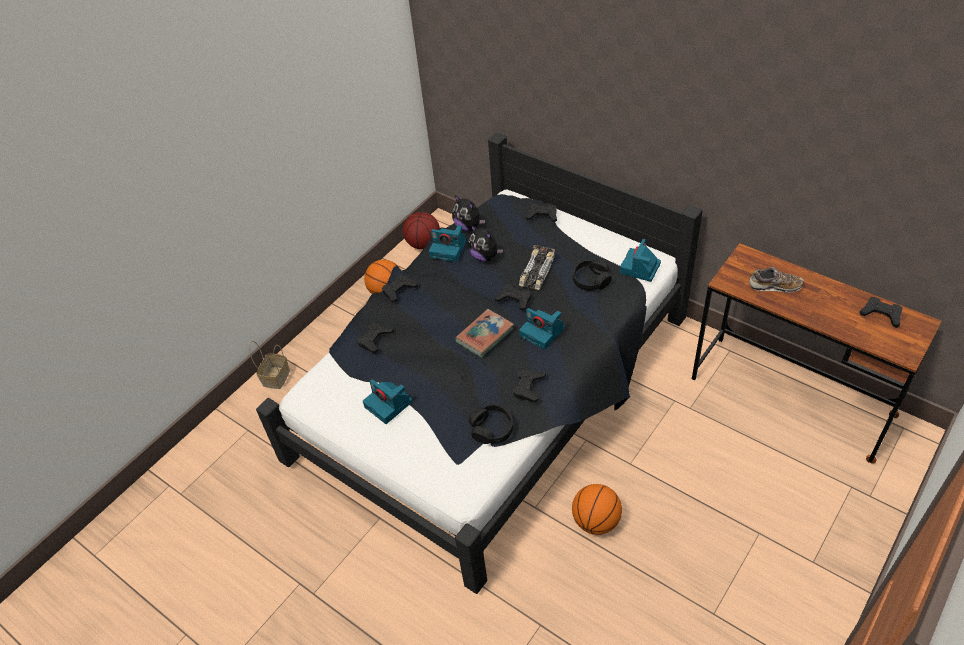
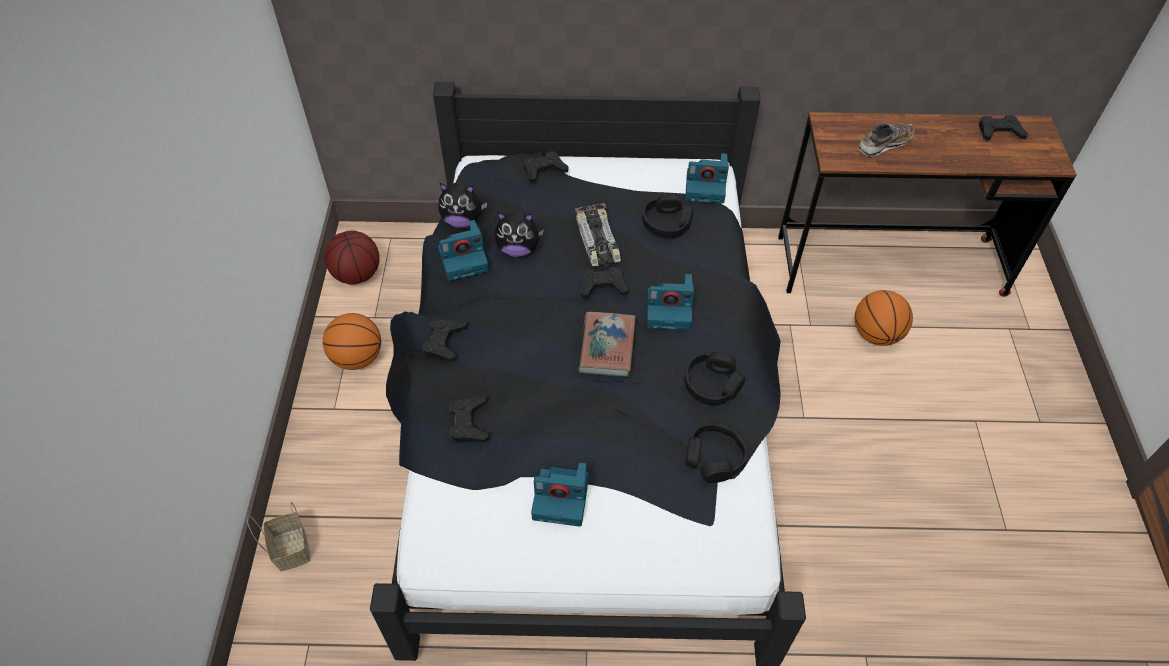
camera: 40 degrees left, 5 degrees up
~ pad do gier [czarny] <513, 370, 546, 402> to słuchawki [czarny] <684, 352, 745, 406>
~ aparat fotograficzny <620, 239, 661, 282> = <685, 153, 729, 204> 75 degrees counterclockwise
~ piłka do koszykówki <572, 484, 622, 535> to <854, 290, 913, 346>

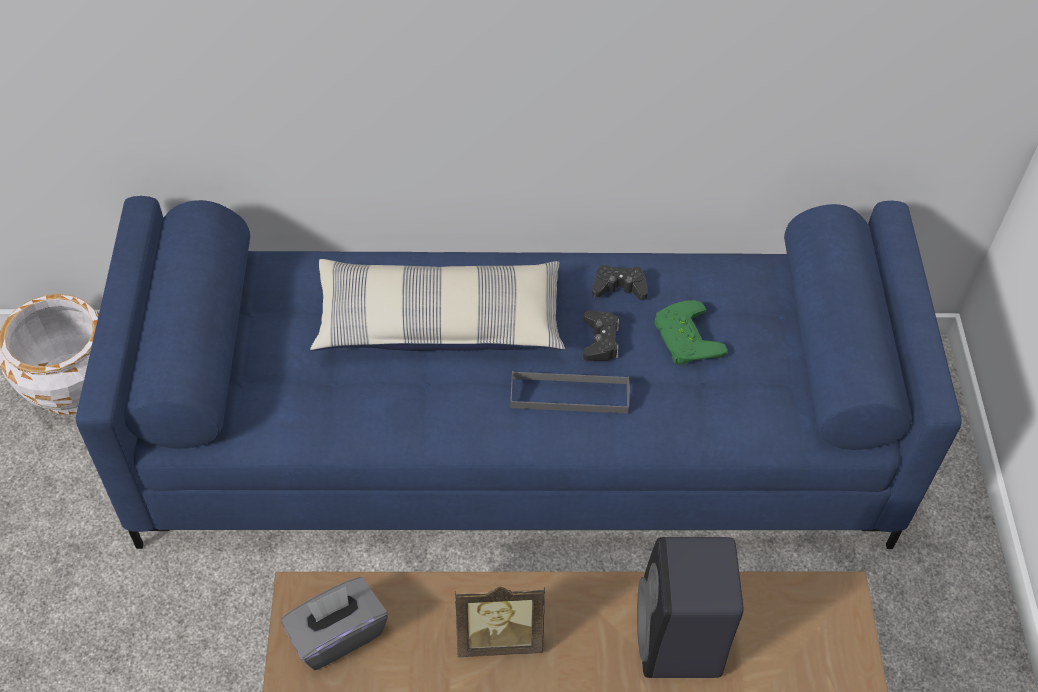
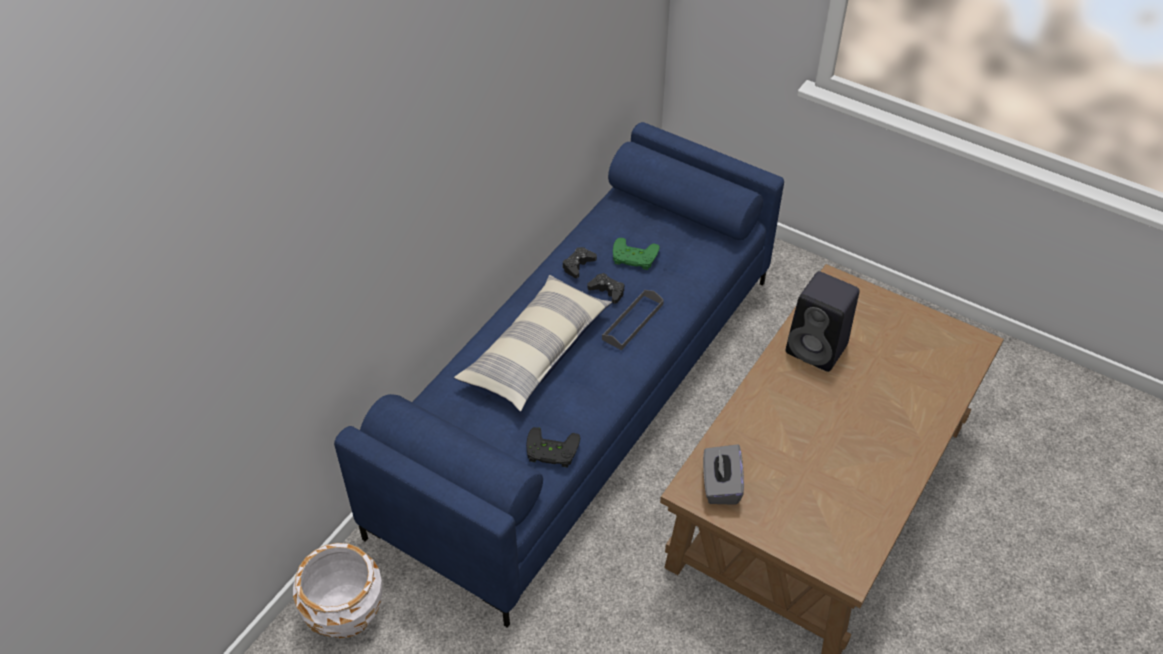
camera: 55 degrees left, 5 degrees down
+ pad do gier [czarny] <526, 427, 580, 467>
- ramka na zdjęcie <455, 587, 545, 657>

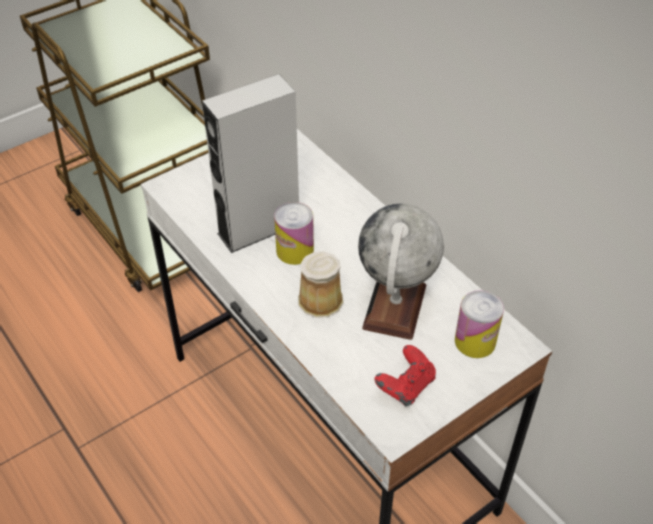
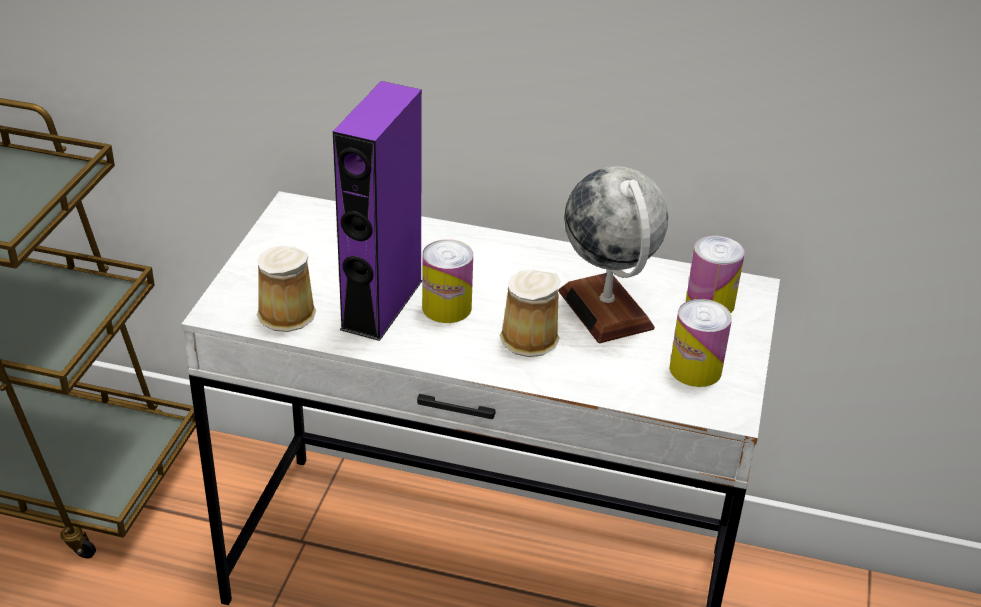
camera: 40 degrees left, 10 degrees down
+ kubek <257, 246, 316, 332>
~ głośnik [szary] <202, 74, 299, 253> to głośnik [fioletowy] <333, 81, 422, 341>
~ pad do gier [czerwony] <374, 345, 436, 406> to puszka <670, 299, 732, 387>

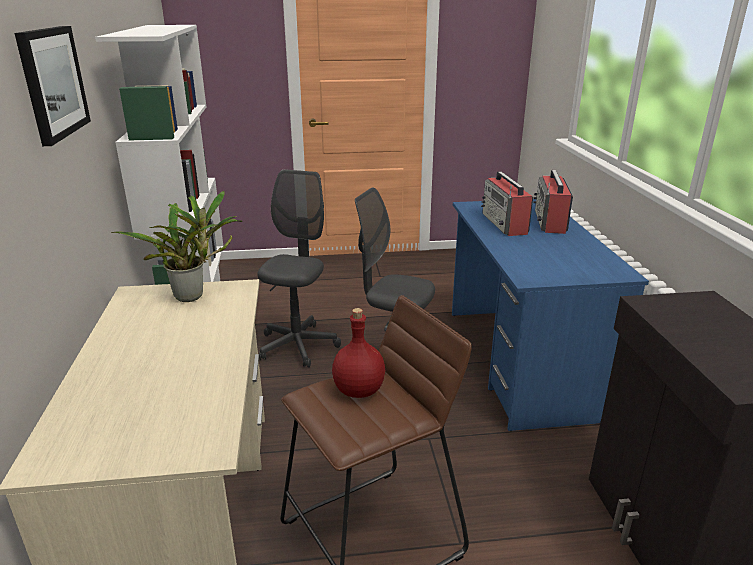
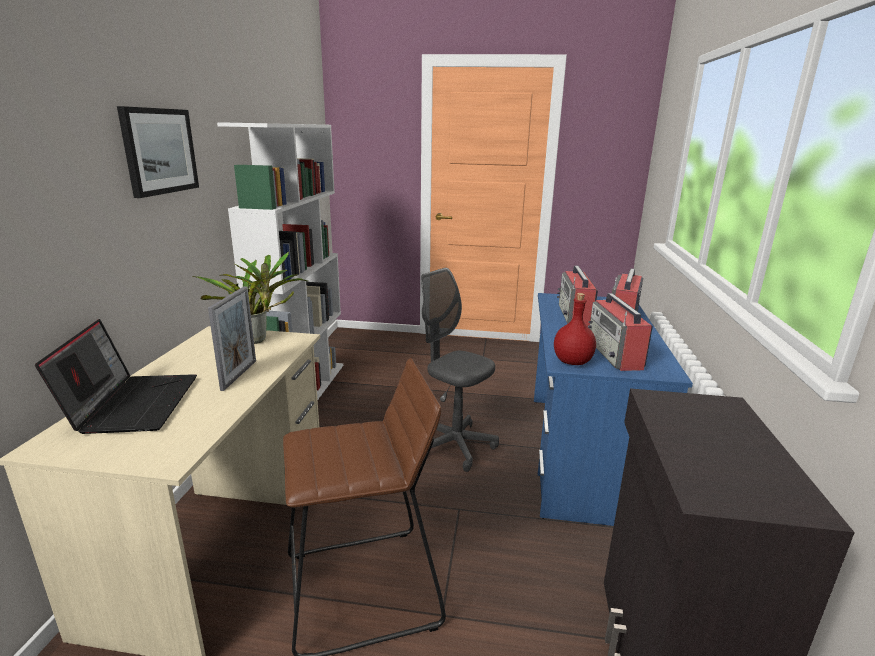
camera: 15 degrees right, 5 degrees down
+ laptop <35, 319, 197, 434>
+ ramka na zdjęcie <208, 286, 256, 391>
~ butelka [czerwony] <332, 308, 385, 398> to <554, 293, 596, 365>
+ radio <588, 293, 653, 371>
- krzesło biurowe [szary] <257, 169, 341, 368>

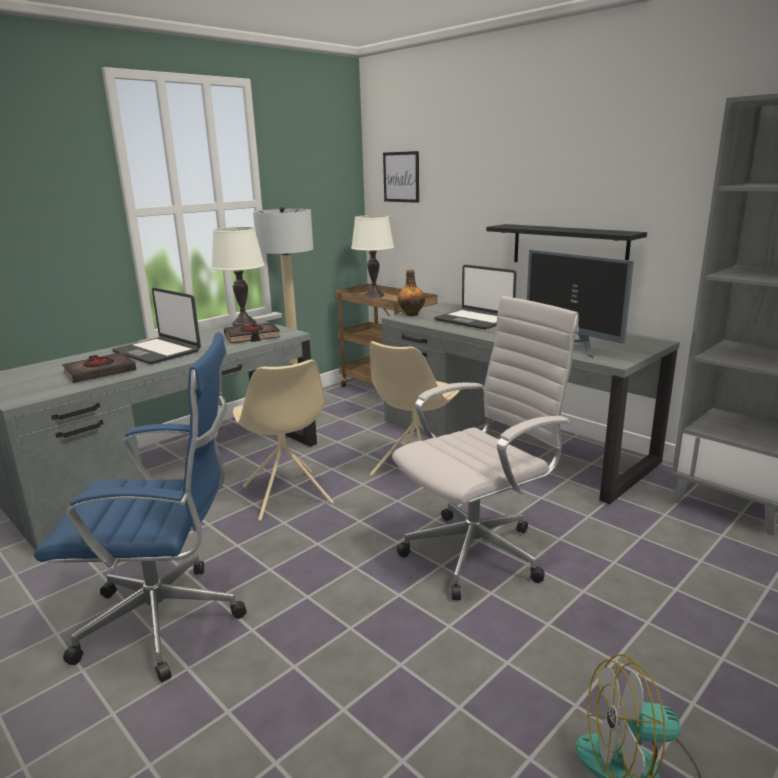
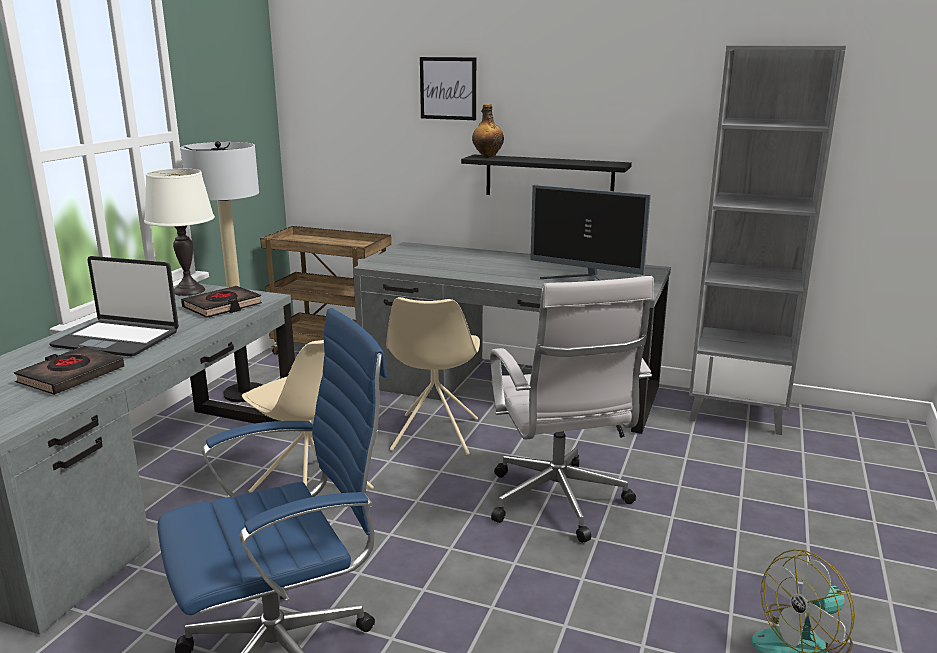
camera: 25 degrees left, 0 degrees up
~ obraz <383, 151, 419, 203> to <420, 57, 476, 120>
~ butelka <398, 270, 425, 316> to <472, 104, 504, 158>
~ krzesło biurowe [biały] <392, 296, 579, 600> = <490, 276, 654, 543> 135 degrees clockwise
- lampa stołowa [biały] <351, 215, 394, 298>
- laptop <434, 265, 517, 330>

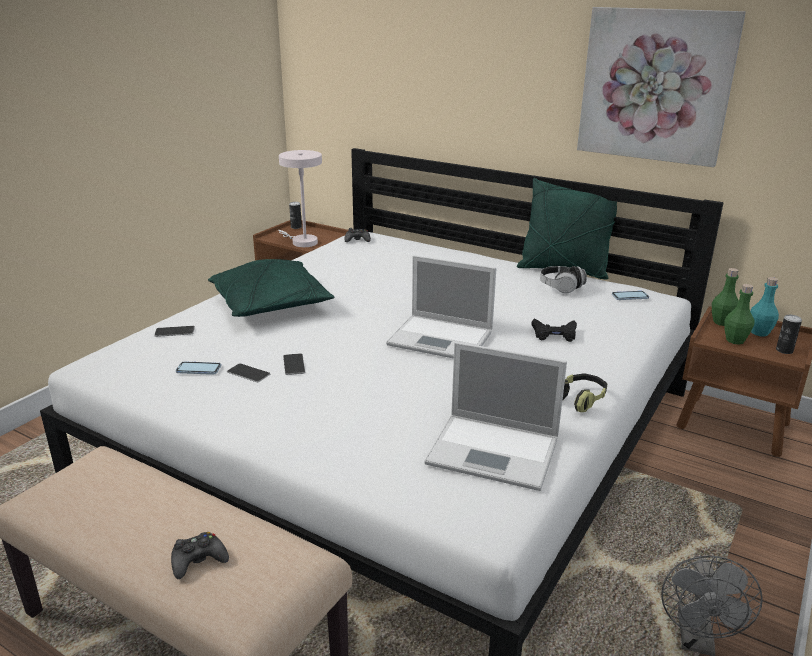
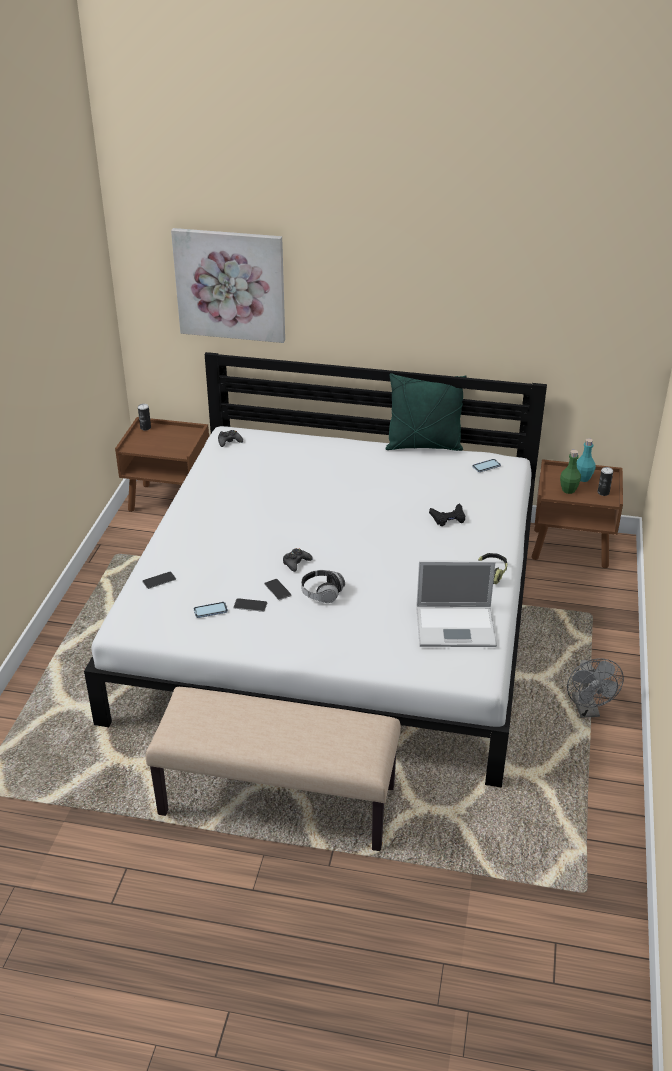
camera: 20 degrees left, 10 degrees up
~ obraz <577, 7, 746, 167> to <171, 228, 285, 343>
~ pad do gier [czarny] <171, 532, 229, 579> to <283, 548, 313, 572>
~ słuchawki <540, 266, 587, 293> to <301, 570, 345, 603>
- poduszka [zielony] <208, 259, 335, 317>
- lampa stołowa [biały] <278, 150, 322, 247>
- laptop <386, 255, 496, 359>
- butelka [zielony] <712, 268, 739, 326>

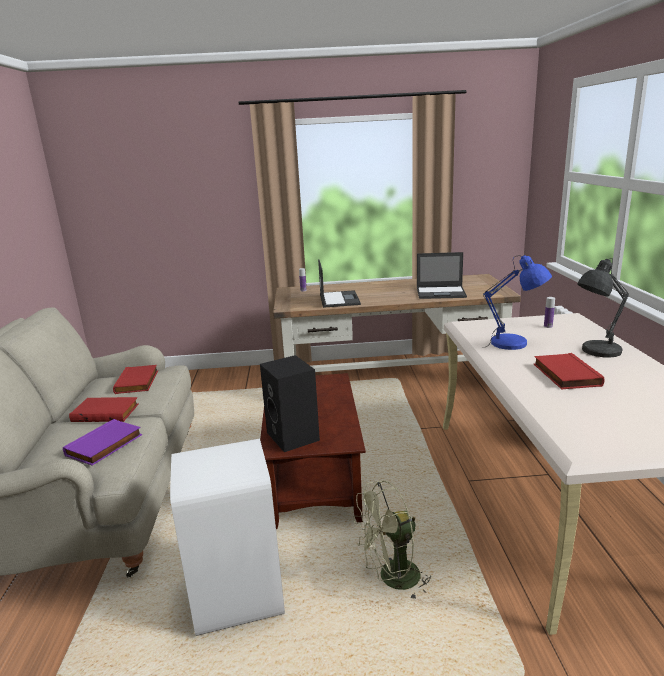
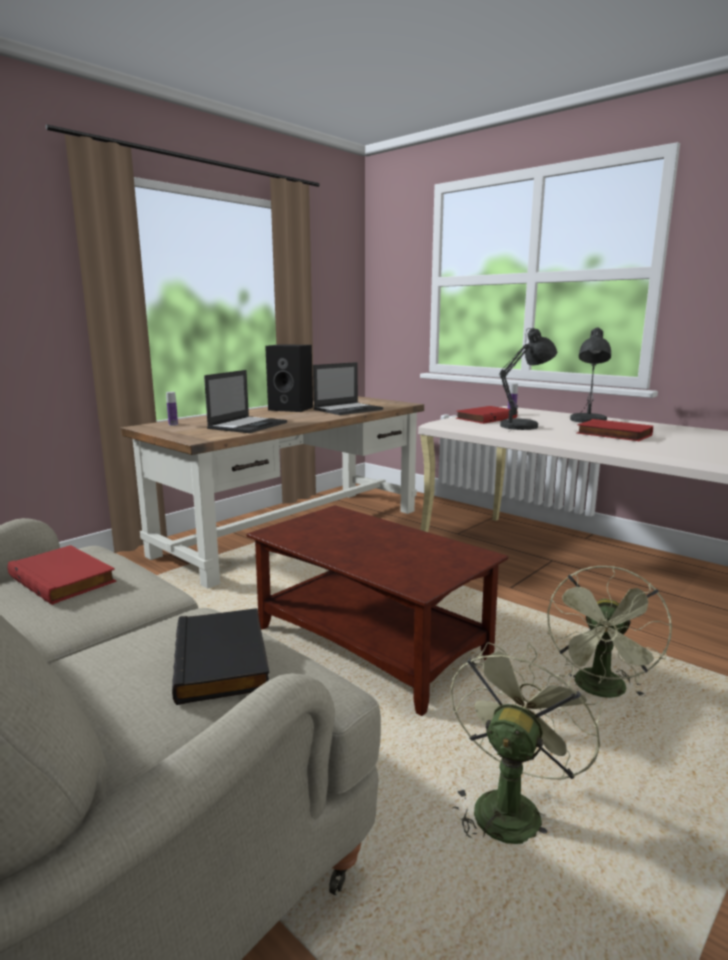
camera: 45 degrees left, 5 degrees down
~ książka [fioletowy] <63, 419, 142, 465> to książka [czarny] <172, 608, 269, 705>
~ laptop <318, 259, 361, 308> = <204, 370, 287, 433> 75 degrees clockwise
~ głośnik [czarny] <260, 355, 320, 452> to <265, 344, 313, 412>
~ kosz na śmieci [biały] <170, 439, 285, 636> to wentylator [zielony] <451, 642, 602, 844>
~ książka [czerwony] <69, 397, 139, 422> to <456, 406, 518, 424>
~ lampa stołowa [niebieski] <482, 255, 552, 350> to lampa stołowa [szary] <499, 328, 558, 432>

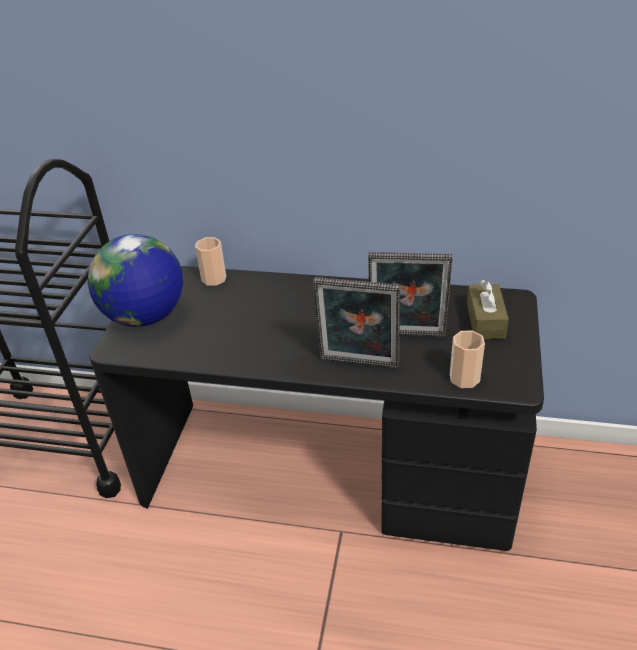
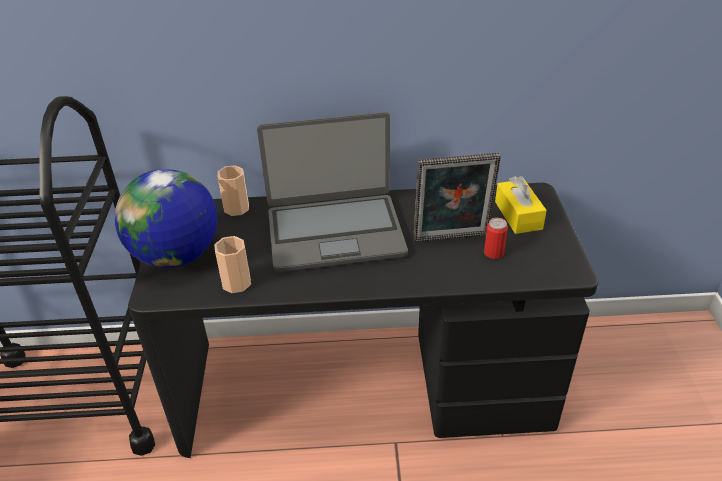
camera: 15 degrees left, 0 degrees up
~ filiżanka <450, 330, 485, 388> to <215, 236, 251, 293>
+ laptop <257, 112, 408, 273>
+ puszka <484, 218, 508, 259>
~ pudełko chusteczek [brązowy] <467, 280, 509, 339> to pudełko chusteczek [żółty] <495, 176, 547, 234>
- ramka na zdjęcie <313, 277, 400, 368>

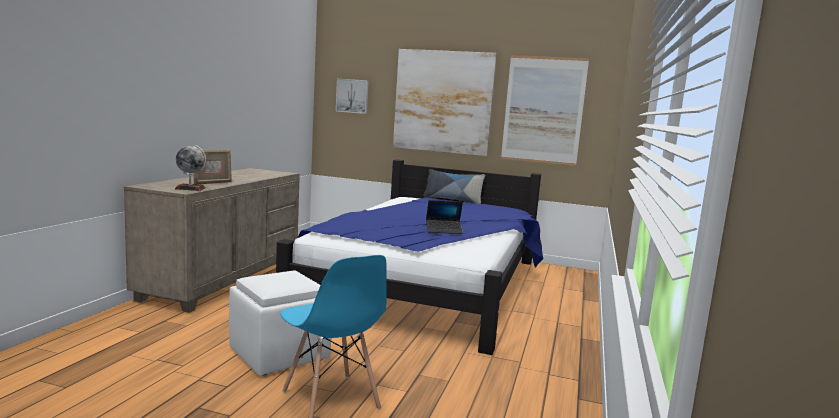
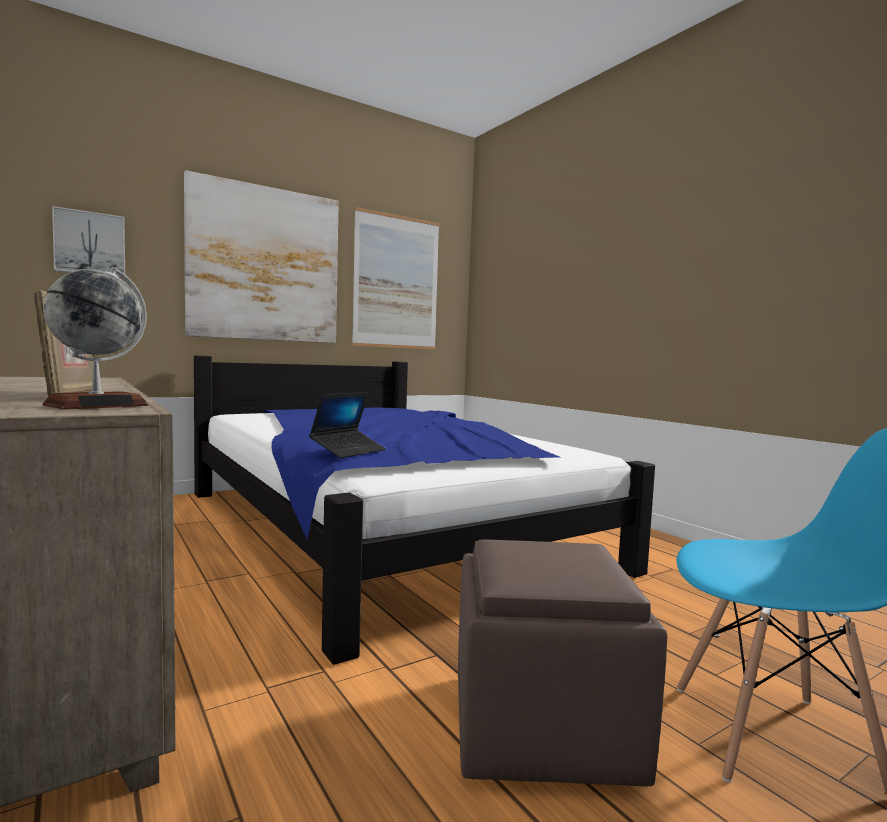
camera: 50 degrees left, 5 degrees down
~ laptop <426, 200, 463, 234> to <309, 392, 386, 458>
~ pufa [biały] <229, 270, 331, 376> to pufa [brązowy] <458, 539, 667, 786>
- poduszka <423, 169, 485, 204>

